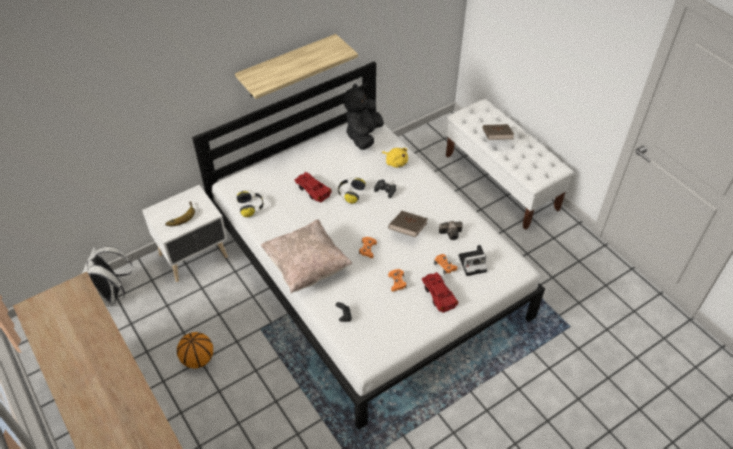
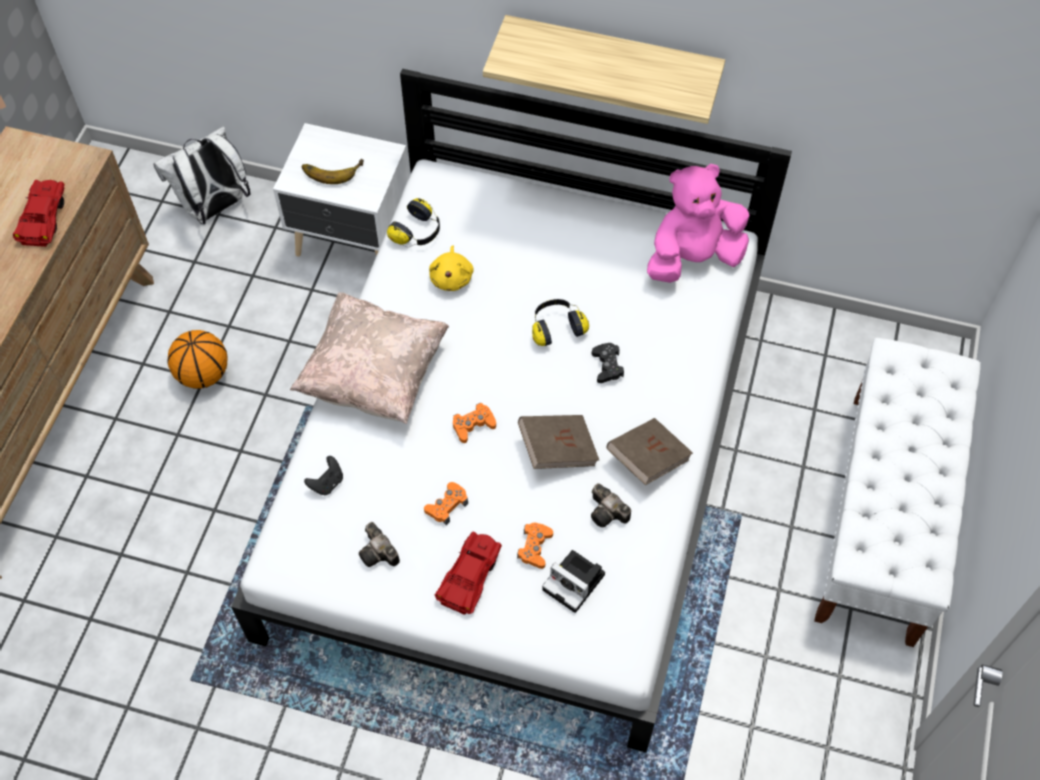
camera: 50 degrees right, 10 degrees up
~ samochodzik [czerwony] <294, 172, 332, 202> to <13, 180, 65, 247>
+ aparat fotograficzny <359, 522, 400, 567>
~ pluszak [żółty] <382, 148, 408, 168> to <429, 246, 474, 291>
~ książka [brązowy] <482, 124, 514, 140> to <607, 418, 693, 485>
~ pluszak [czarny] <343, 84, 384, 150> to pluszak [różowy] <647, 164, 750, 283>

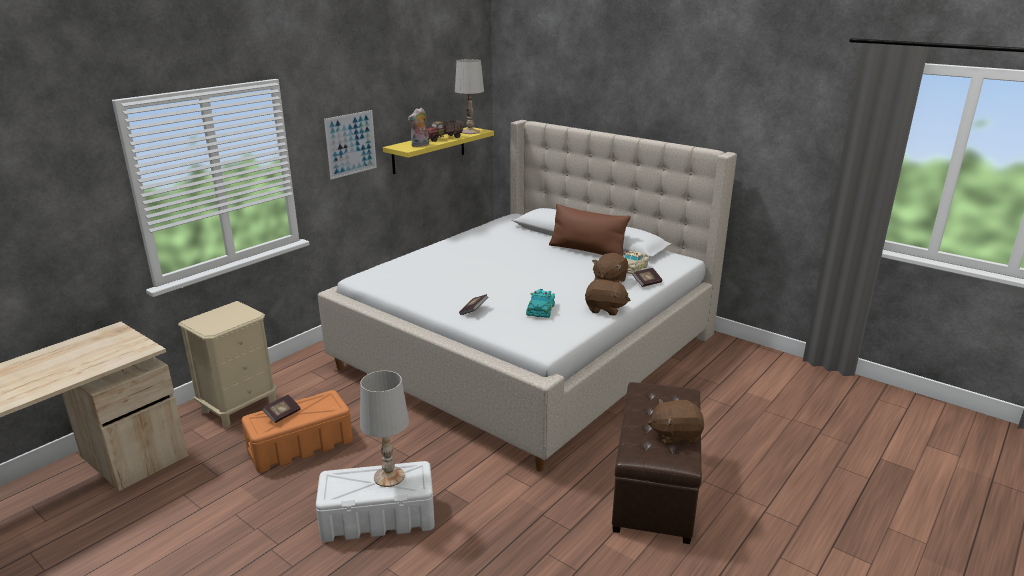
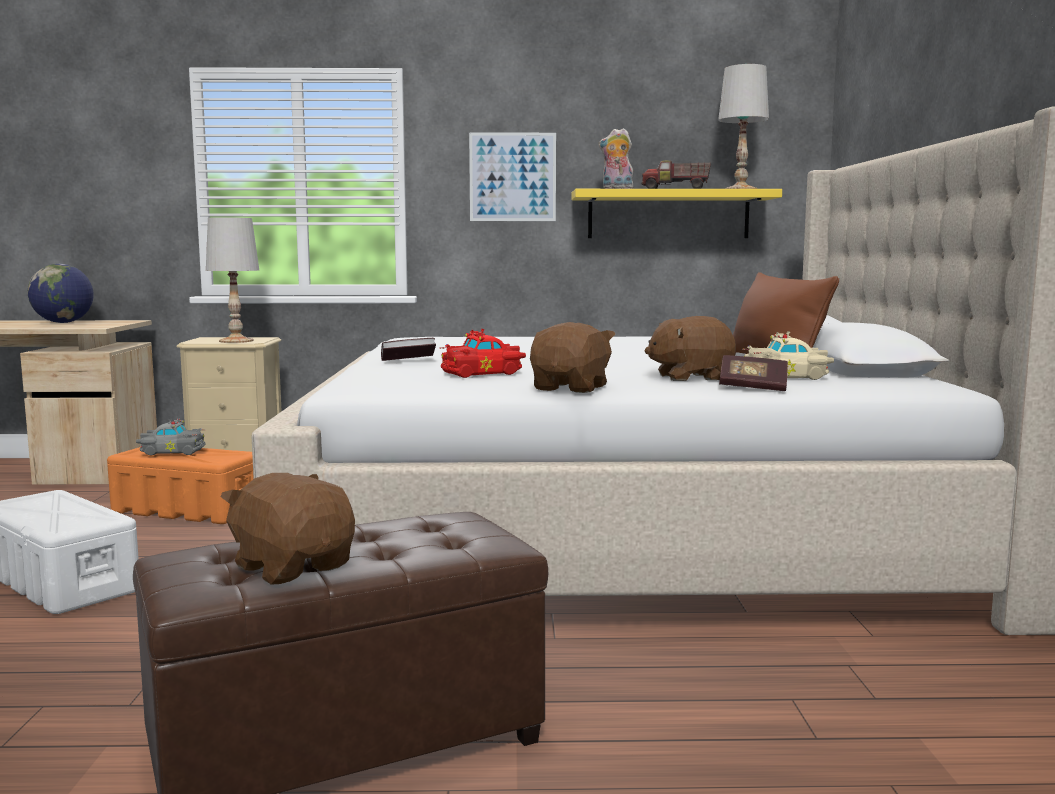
camera: 50 degrees right, 15 degrees down
+ globus <28, 264, 94, 323>
~ książka <262, 395, 301, 423> to samochodzik [szary] <136, 418, 206, 455>
~ lampa stołowa [biały] <360, 371, 409, 487> to <206, 217, 259, 343>
~ samochodzik [turkusowy] <526, 289, 555, 318> to samochodzik [czerwony] <440, 329, 526, 378>
~ pluszak [brązowy] <585, 279, 630, 316> = <530, 322, 616, 393> 135 degrees counterclockwise

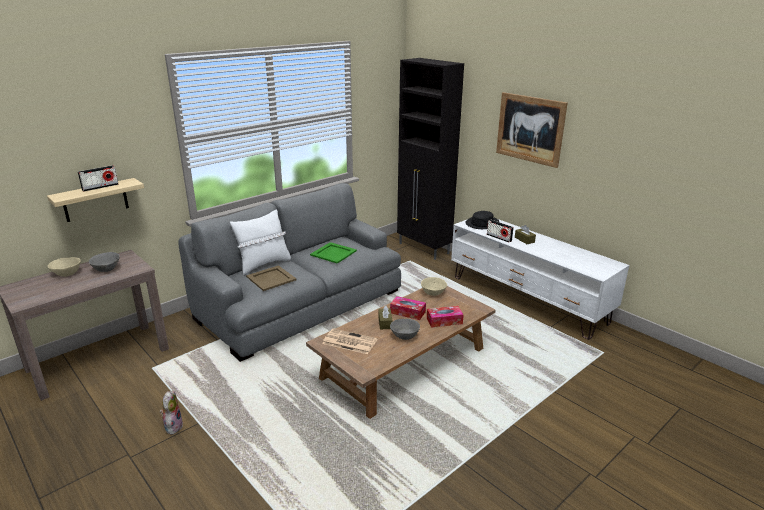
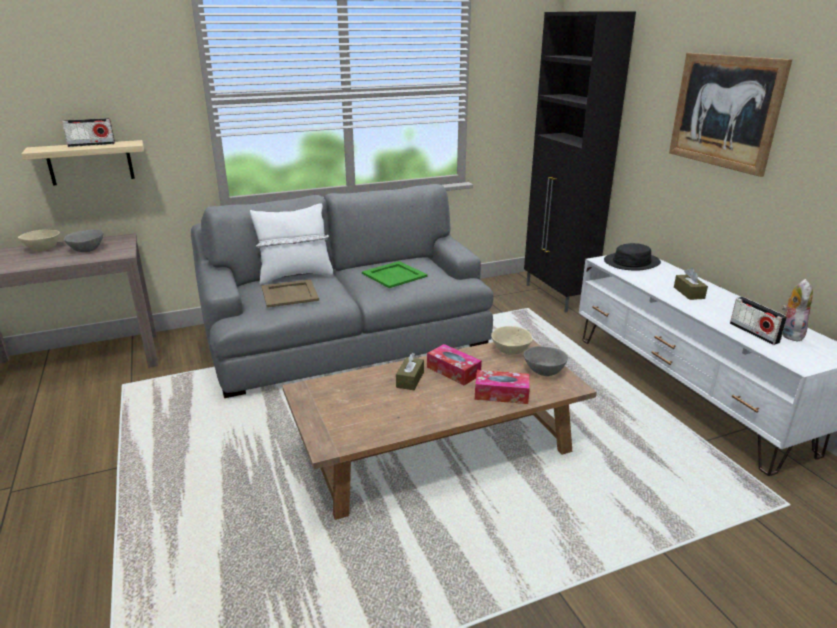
camera: 20 degrees right, 0 degrees up
~ miska [szary] <390, 319, 420, 340> to <524, 346, 568, 376>
~ radio <487, 220, 514, 243> to <730, 297, 787, 345>
~ pluszak <160, 391, 183, 435> to <782, 279, 813, 341>
- gazeta <322, 328, 377, 354>

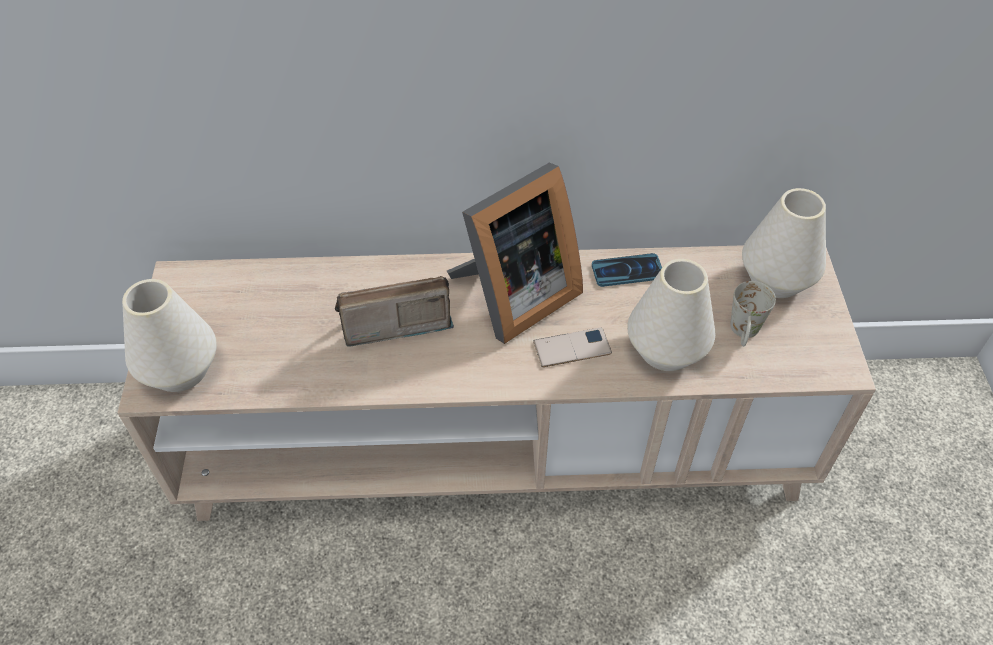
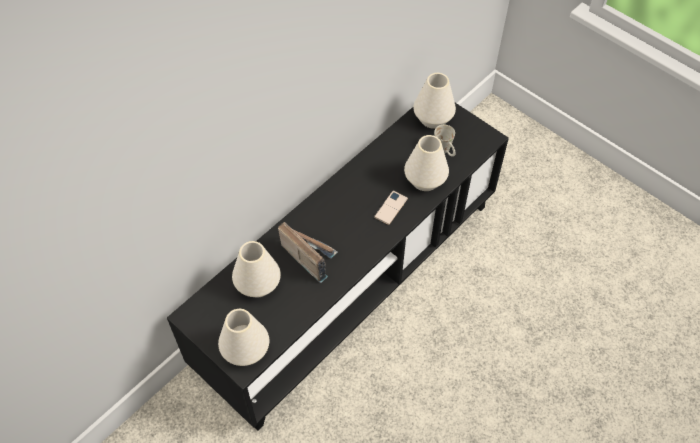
camera: 45 degrees left, 5 degrees up
~ szafka pod telewizor [beżowy] <117, 245, 876, 521> to szafka pod telewizor [czarny] <167, 103, 509, 430>
+ wazon [biały] <232, 241, 281, 297>
~ radio <335, 276, 454, 347> = <278, 222, 338, 283> 105 degrees clockwise
- ramka na zdjęcie <447, 162, 583, 344>
- telefon <592, 253, 662, 287>

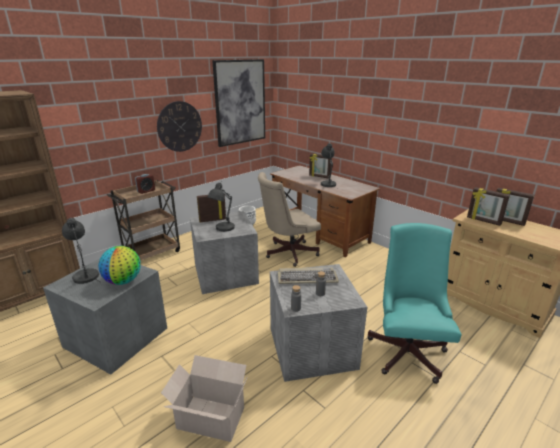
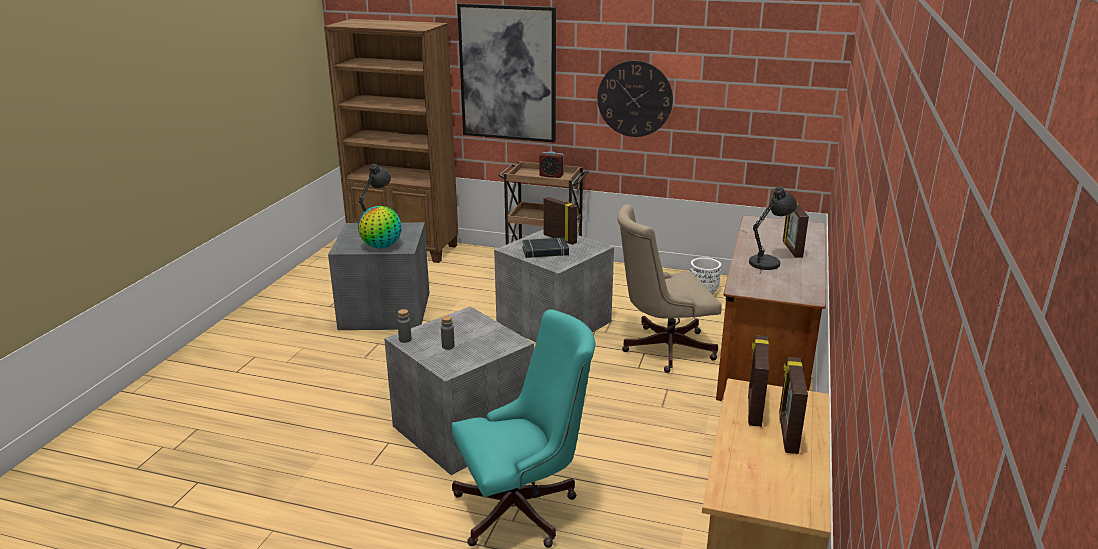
camera: 60 degrees right, 0 degrees up
~ obraz <212, 59, 265, 147> to <457, 3, 556, 142>
~ lampa stołowa [szary] <208, 183, 235, 232> to książka [czarny] <522, 238, 569, 258>
~ krzesło biurowe [beżowy] <258, 172, 321, 267> = <617, 205, 722, 373> 45 degrees counterclockwise
- karton <161, 355, 248, 442>
- klawiatura <278, 267, 339, 284>

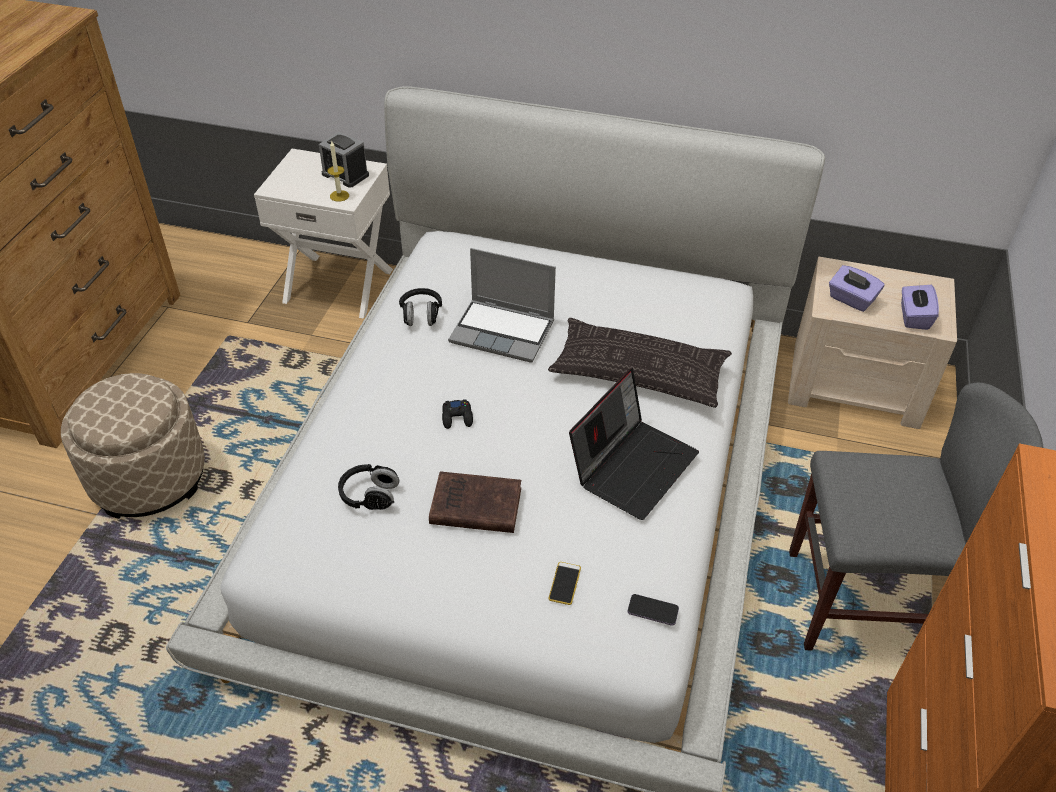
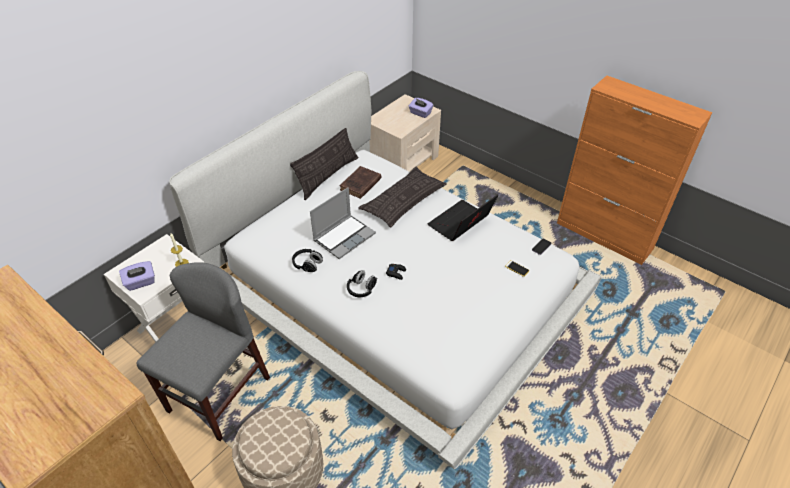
camera: 65 degrees left, 0 degrees up
~ pudełko chusteczek [fioletowy] <829, 265, 885, 312> to <119, 261, 155, 291>
~ krzesło [szary] <789, 383, 1044, 651> to <136, 262, 270, 441>
+ poduszka <290, 128, 358, 200>
~ książka [brązowy] <429, 471, 521, 533> to <339, 166, 381, 199>
~ słuchawki [czarny] <338, 464, 399, 510> to <347, 270, 377, 297>
~ laptop <569, 368, 699, 520> = <427, 194, 498, 241> 105 degrees counterclockwise
- budzik <319, 132, 369, 188>

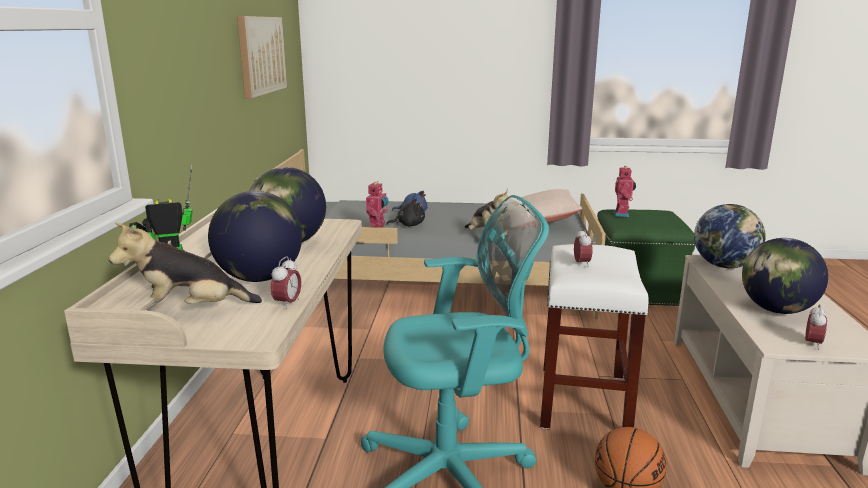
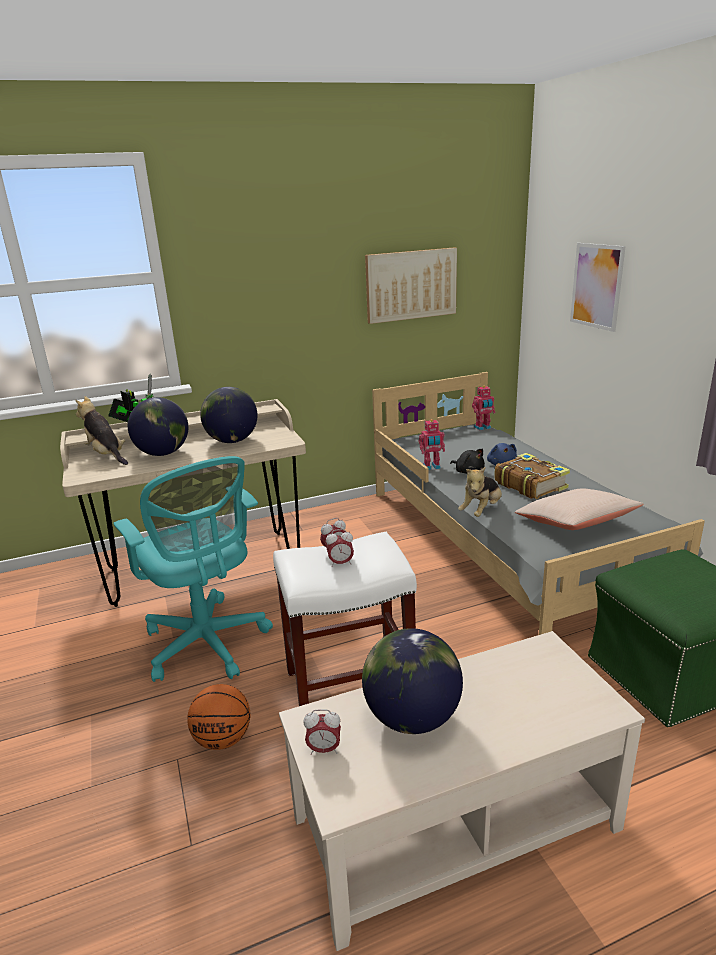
camera: 65 degrees right, 5 degrees up
~ budzik <271, 256, 301, 310> to <326, 529, 354, 567>
~ robot zabawkowy <613, 166, 636, 217> to <472, 385, 495, 430>
+ książka <494, 453, 570, 499>
+ obraz <570, 243, 626, 332>
- globus <694, 204, 766, 268>

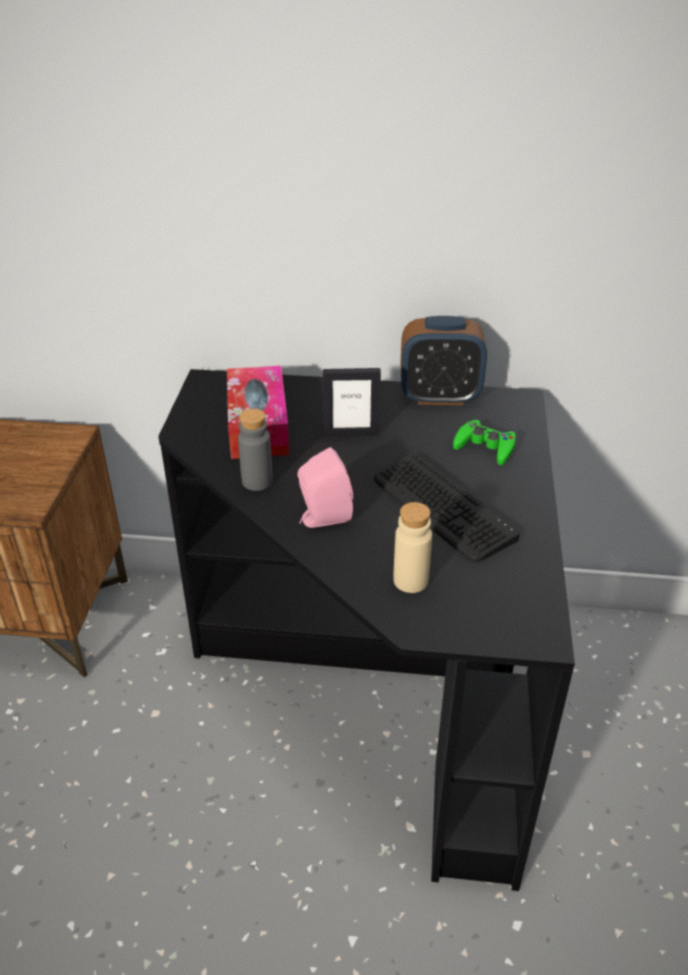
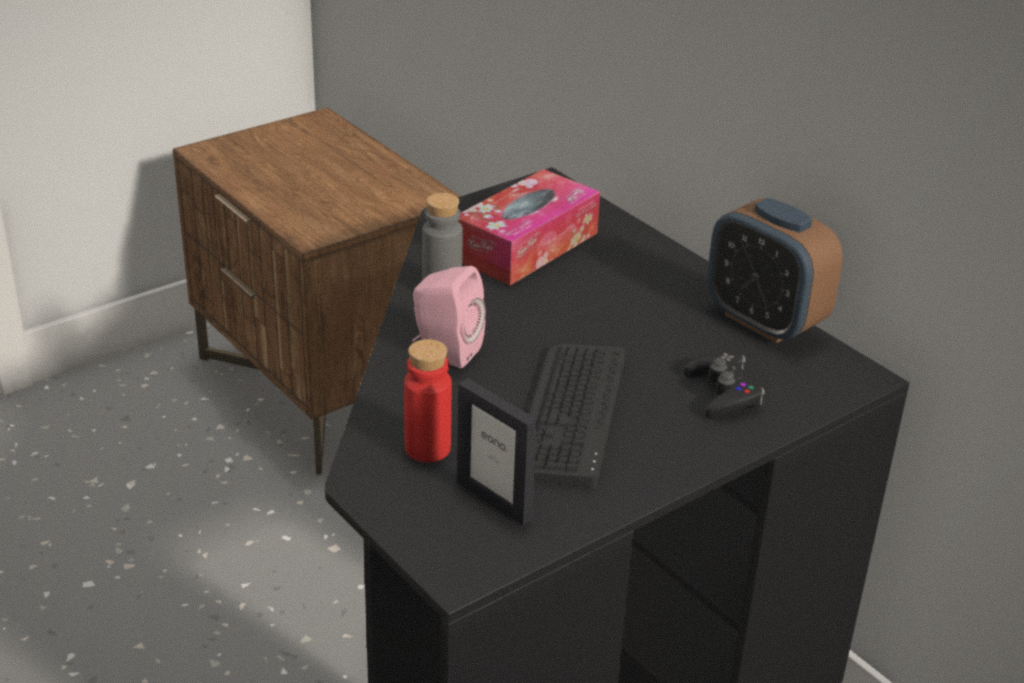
camera: 45 degrees right, 5 degrees down
~ butelka [beżowy] <393, 502, 432, 593> to butelka [czerwony] <404, 339, 452, 462>
~ ramka na zdjęcie <323, 368, 381, 437> to <457, 378, 537, 525>
~ pad do gier [zielony] <453, 419, 516, 465> to pad do gier [czarny] <684, 352, 765, 419>

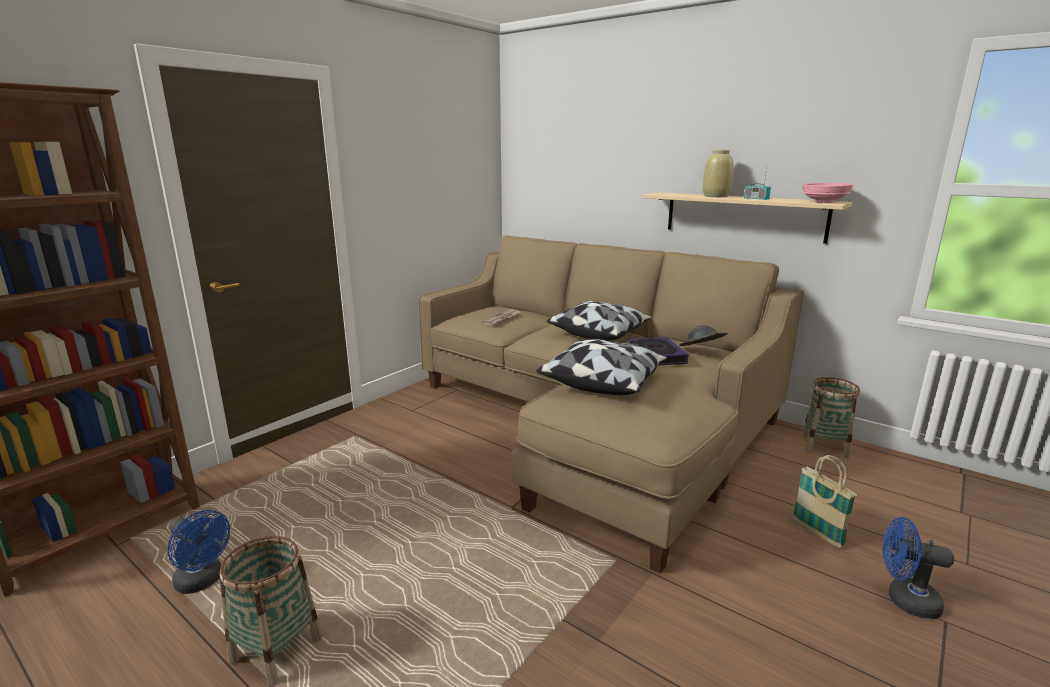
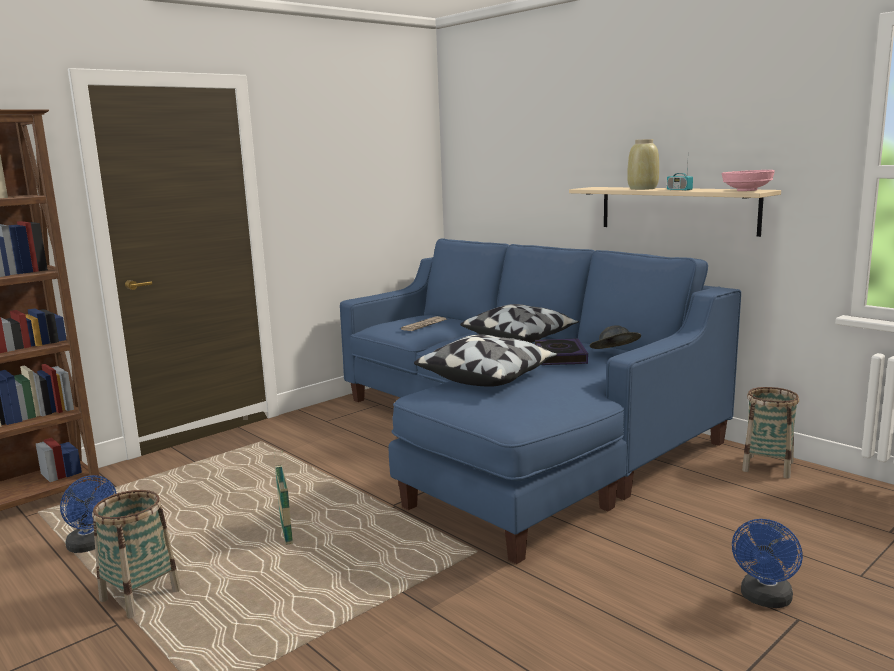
camera: 10 degrees right, 5 degrees down
~ koszyk <792, 455, 857, 548> to <275, 452, 293, 545>
~ kanapa [beżowy] <418, 235, 804, 574> to kanapa [niebieski] <340, 238, 741, 564>
~ wentylator [niebieski] <883, 517, 954, 619> = <732, 519, 803, 608> 90 degrees counterclockwise

